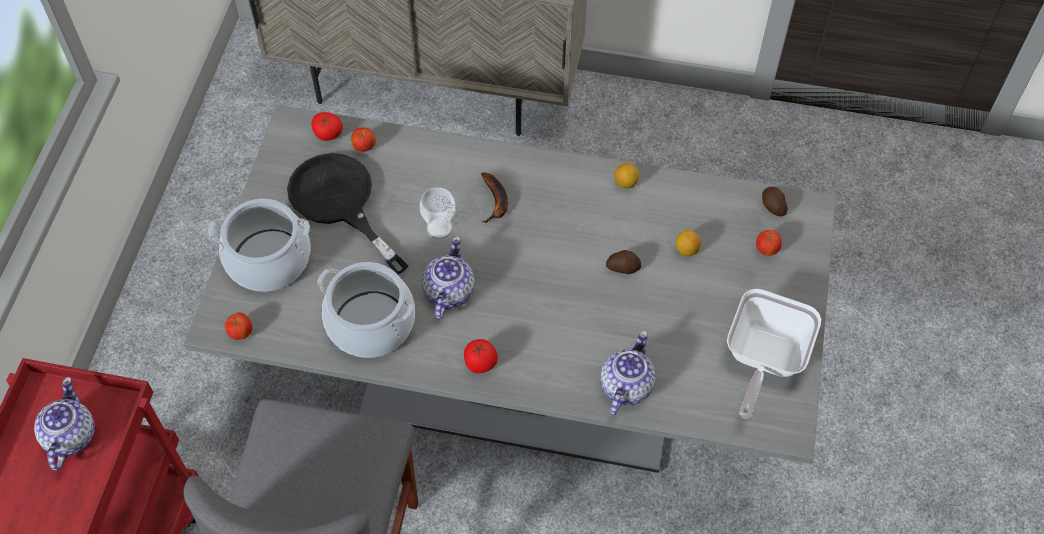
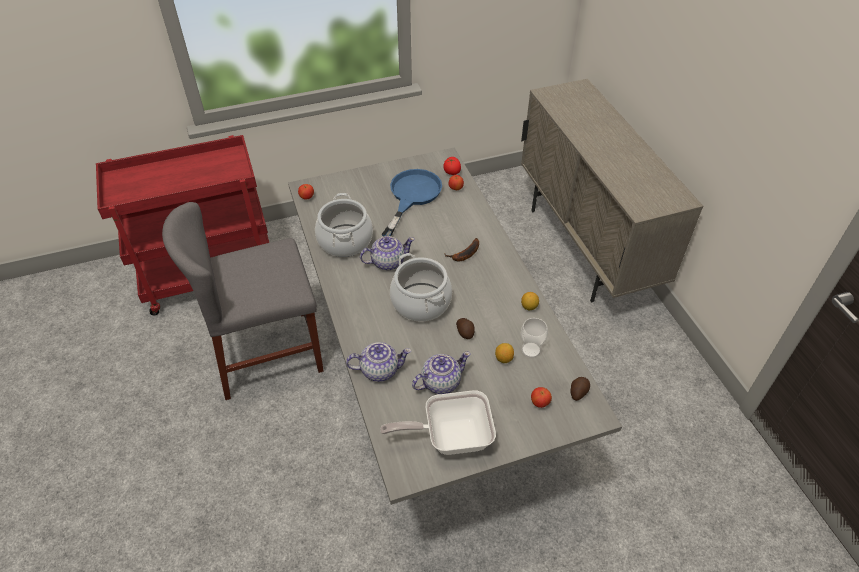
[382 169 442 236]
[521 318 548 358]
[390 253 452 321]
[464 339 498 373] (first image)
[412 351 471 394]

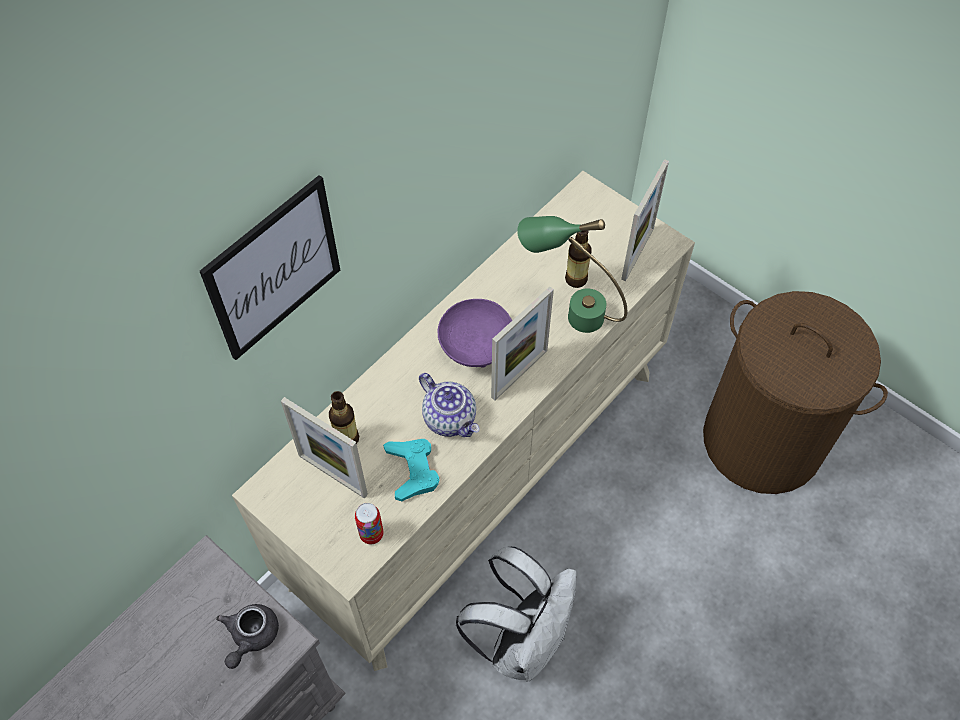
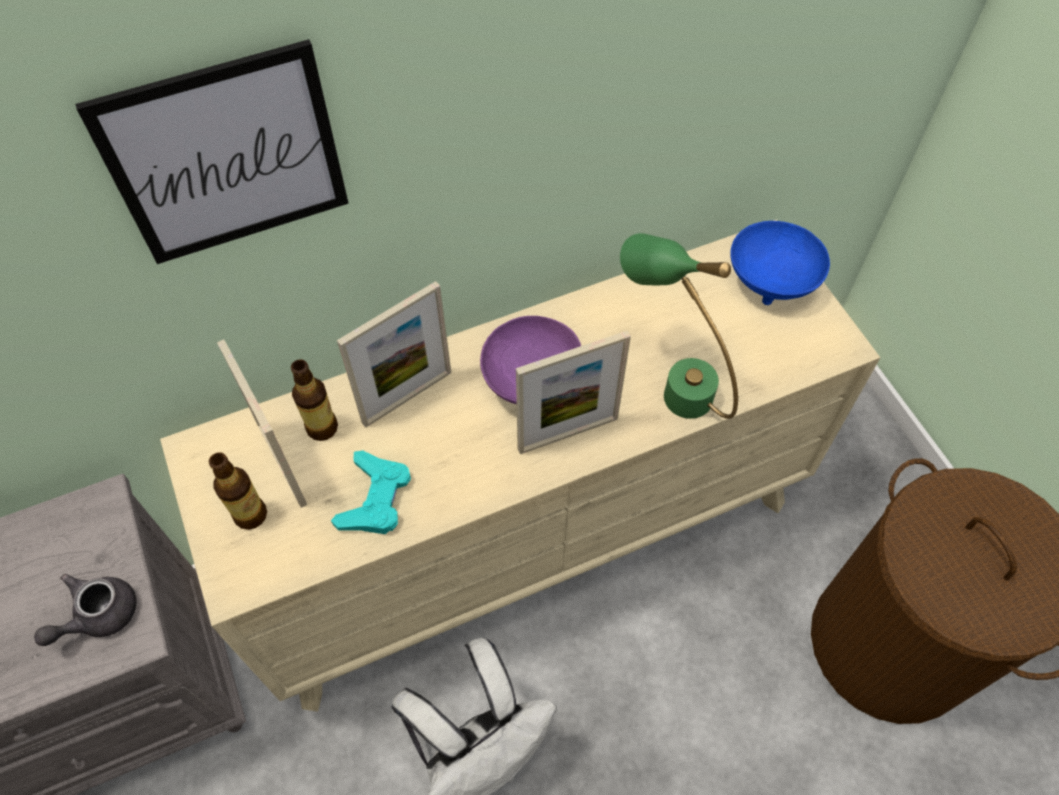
[337 281 451 428]
[209 452 267 530]
[419 373 479 437] (first image)
[355 503 384 545] (first image)
[731 221 830 305]

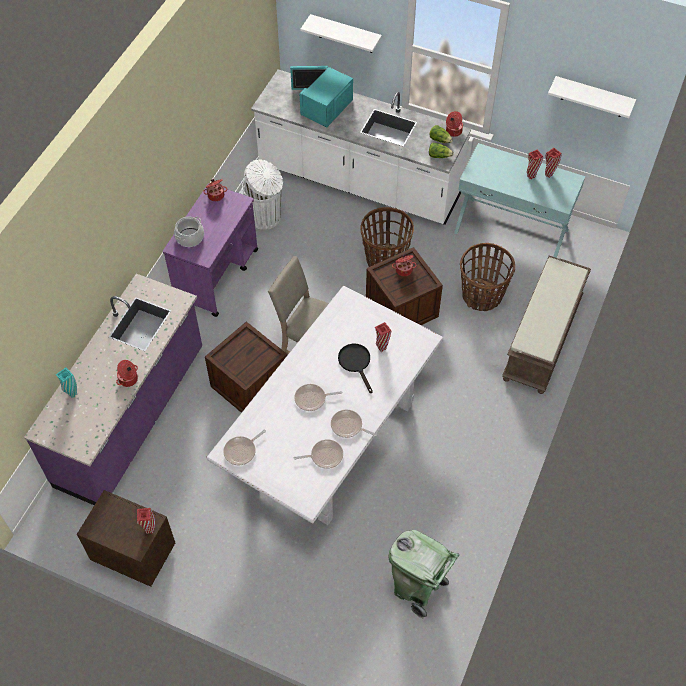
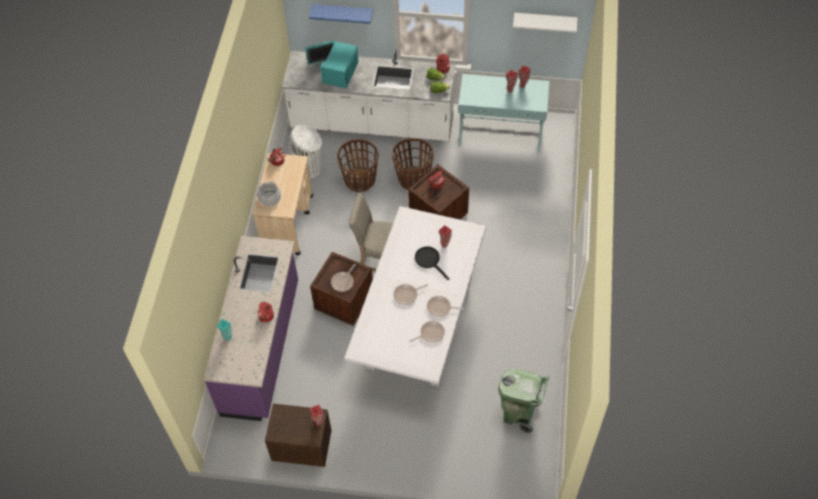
[309 4 373 24]
[252 153 313 255]
[337 139 379 192]
[502 256 591 394] (first image)
[331 264 356 292]

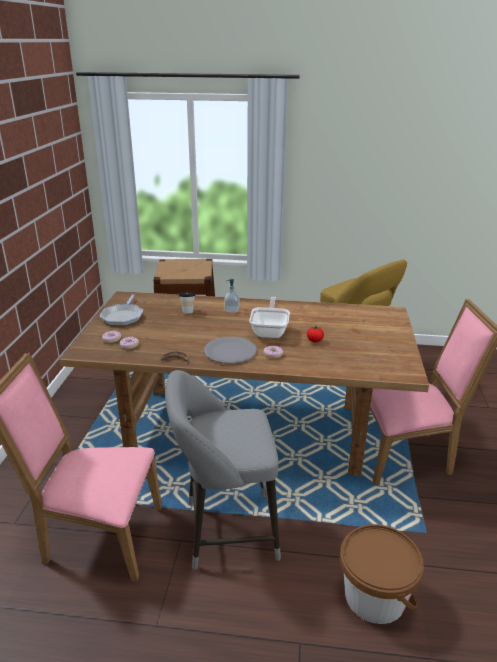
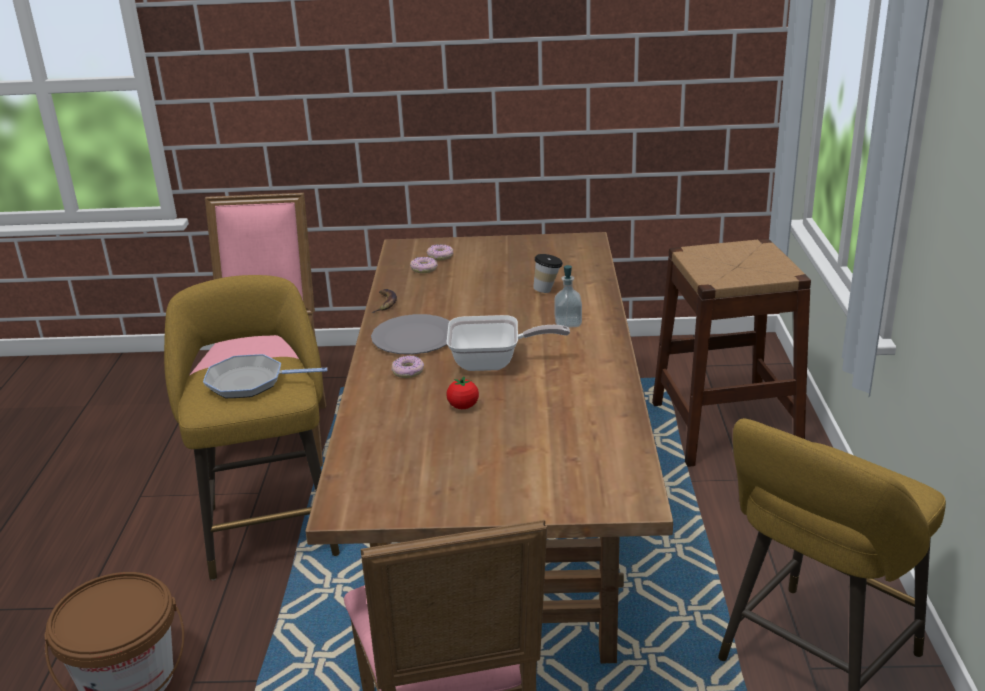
[203 354 328 398]
[164 275 340 580]

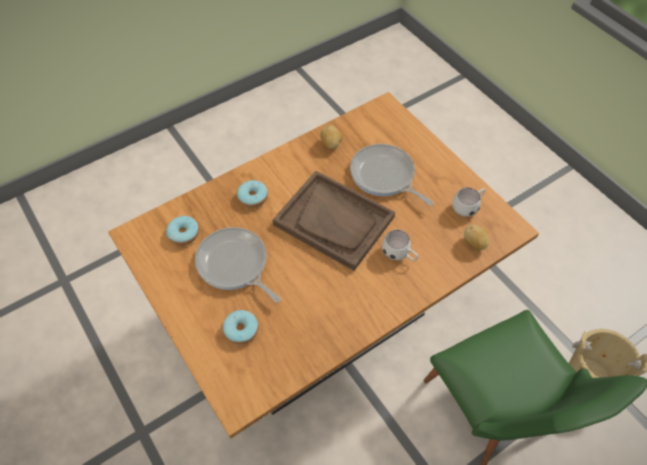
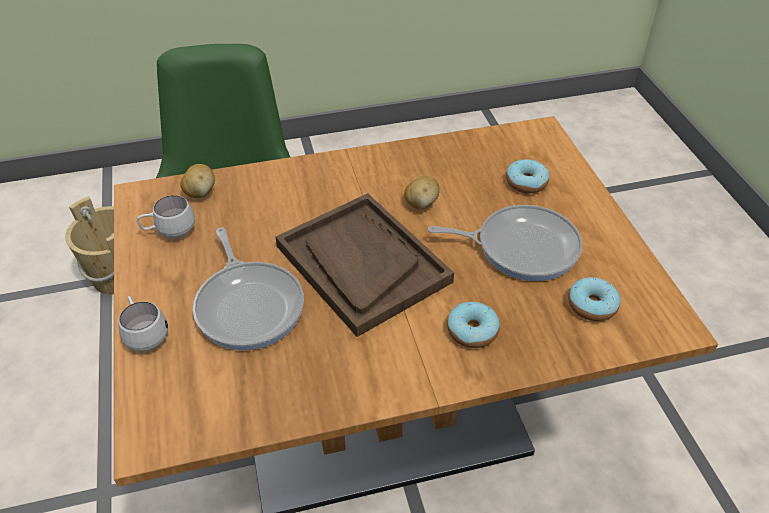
[404 175 440 209]
[428 205 582 281]
[118 296 168 351]

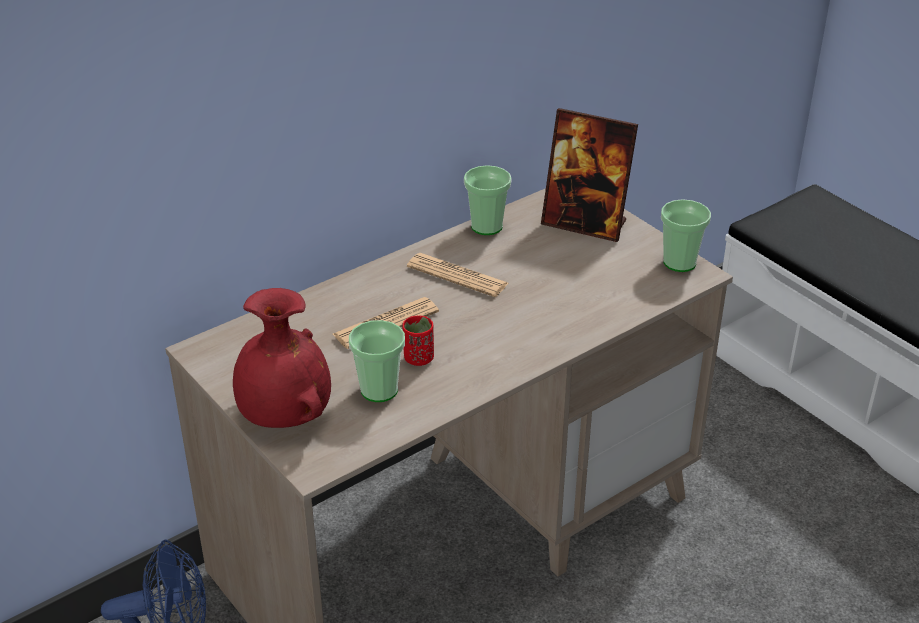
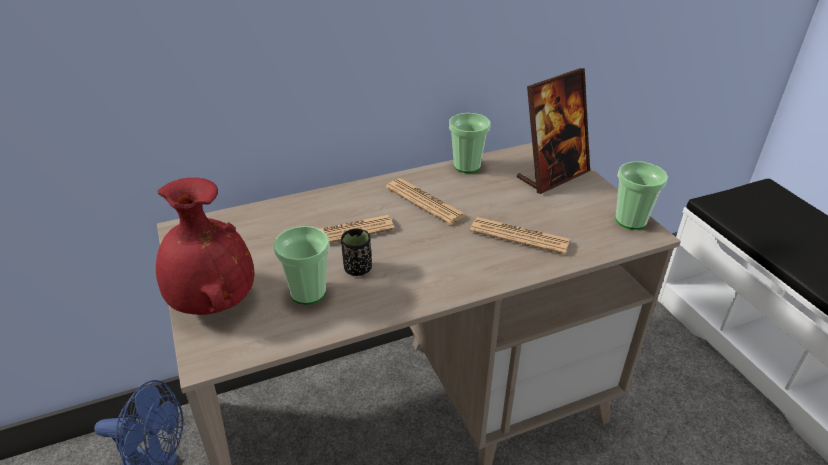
[517 68 590 194]
[341 229 372 276]
[470 217 570 255]

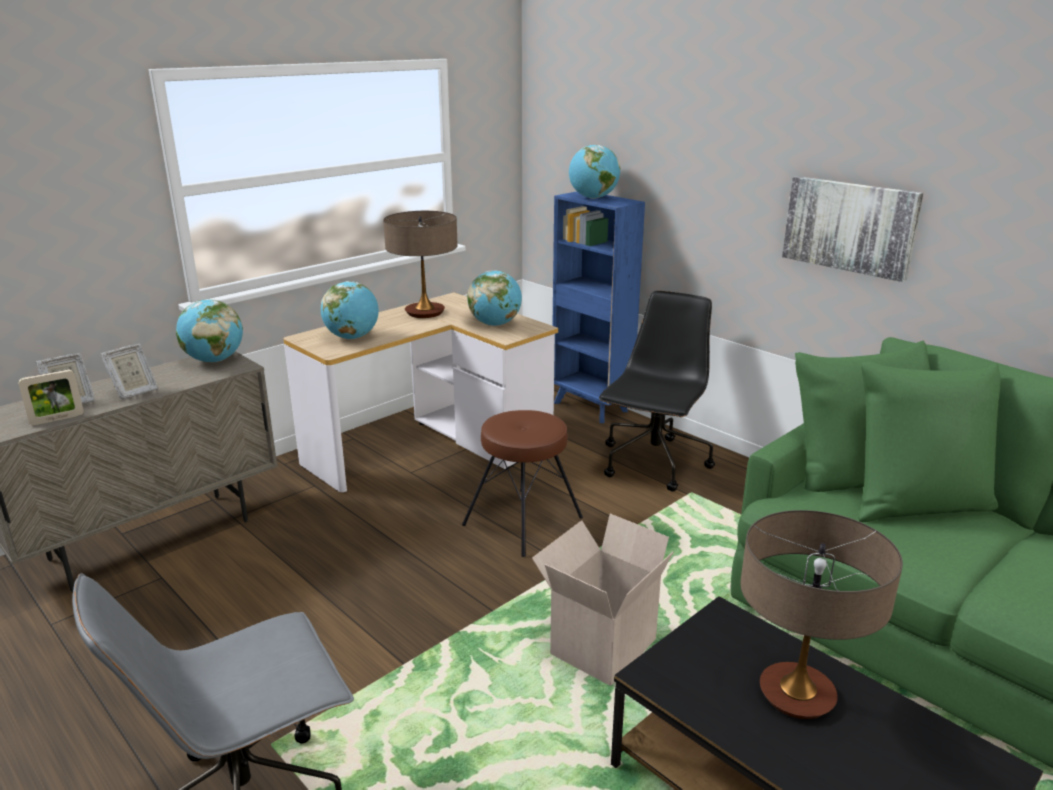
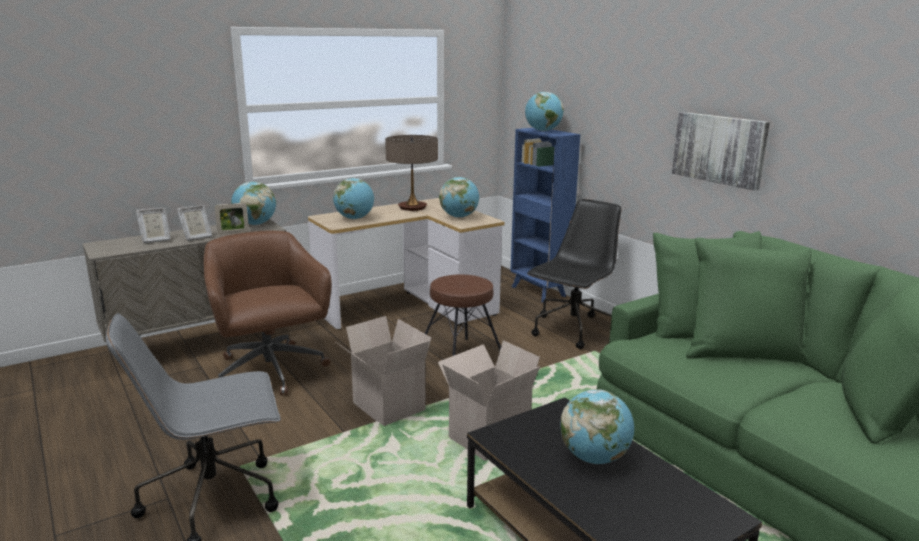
[215 203 249 235]
[561 389 634 464]
[204 230 332 396]
[336 316 431 426]

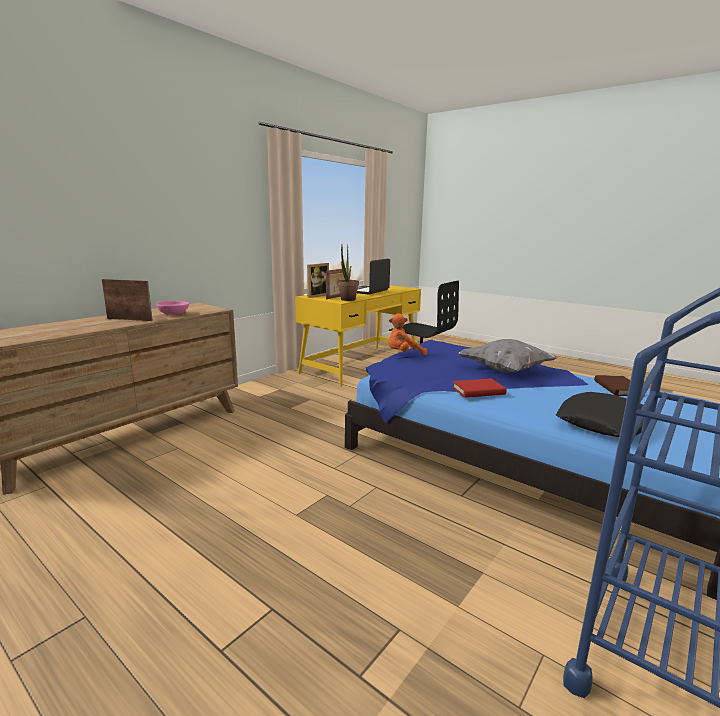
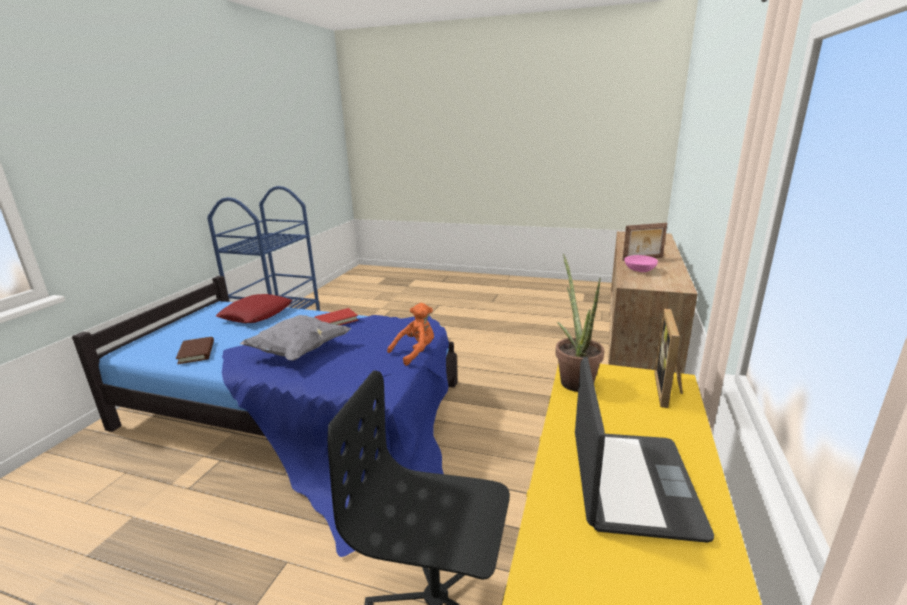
[326 268 346 299] (first image)
[216 294 292 323]

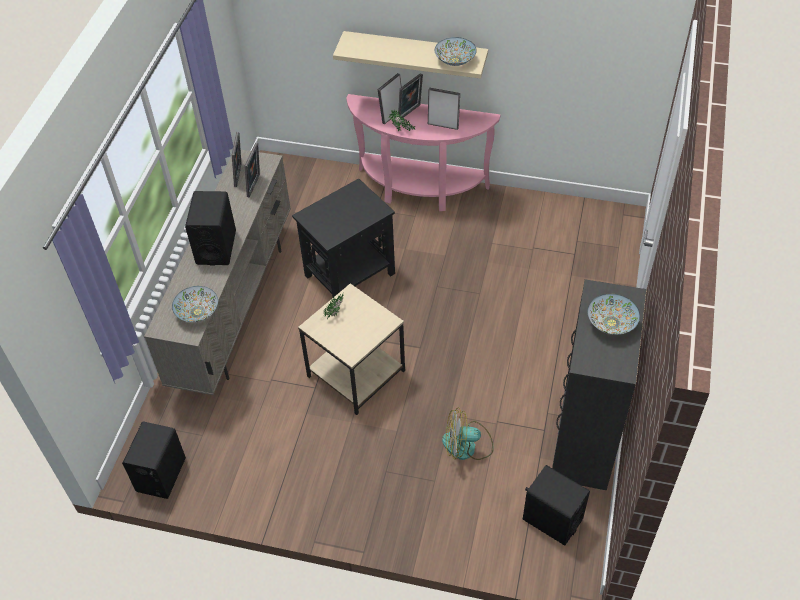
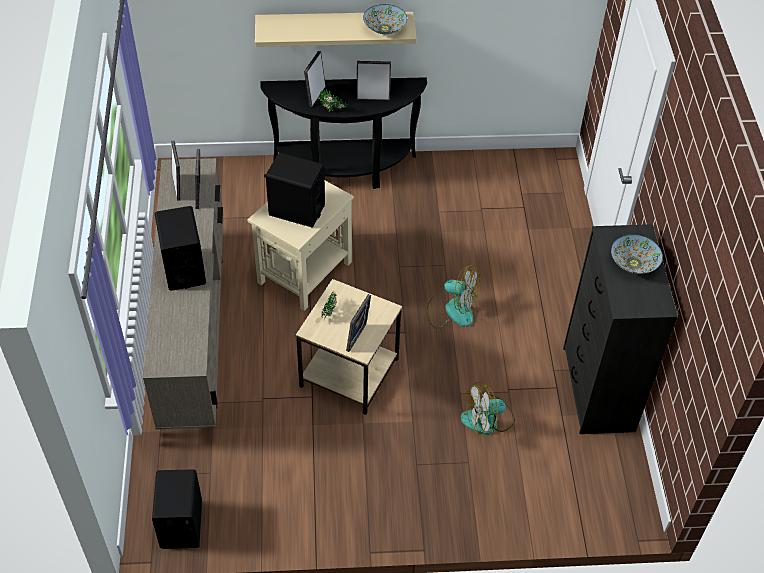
[346 294 371 352]
[260 77 427 189]
[248 181 354 311]
[172 286 218 322] (first image)
[264 152 325 228]
[426 265 480 329]

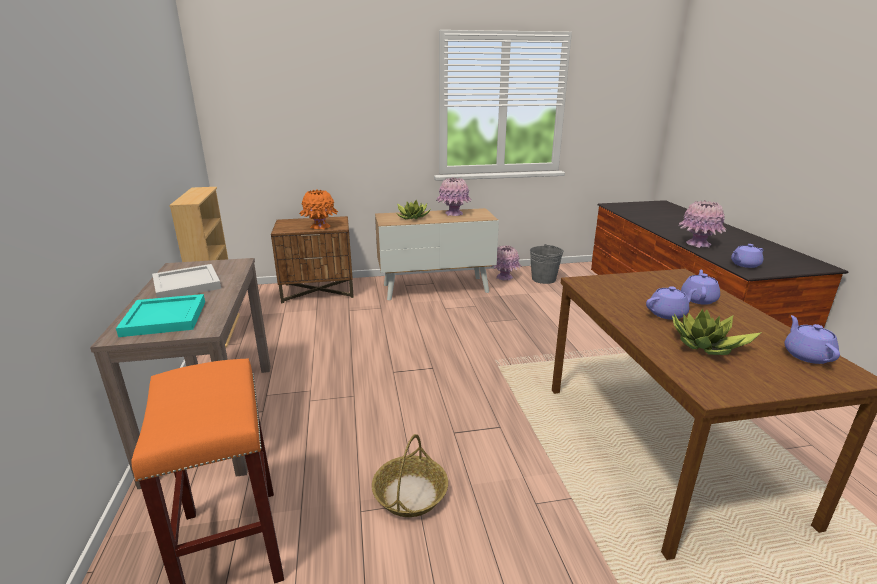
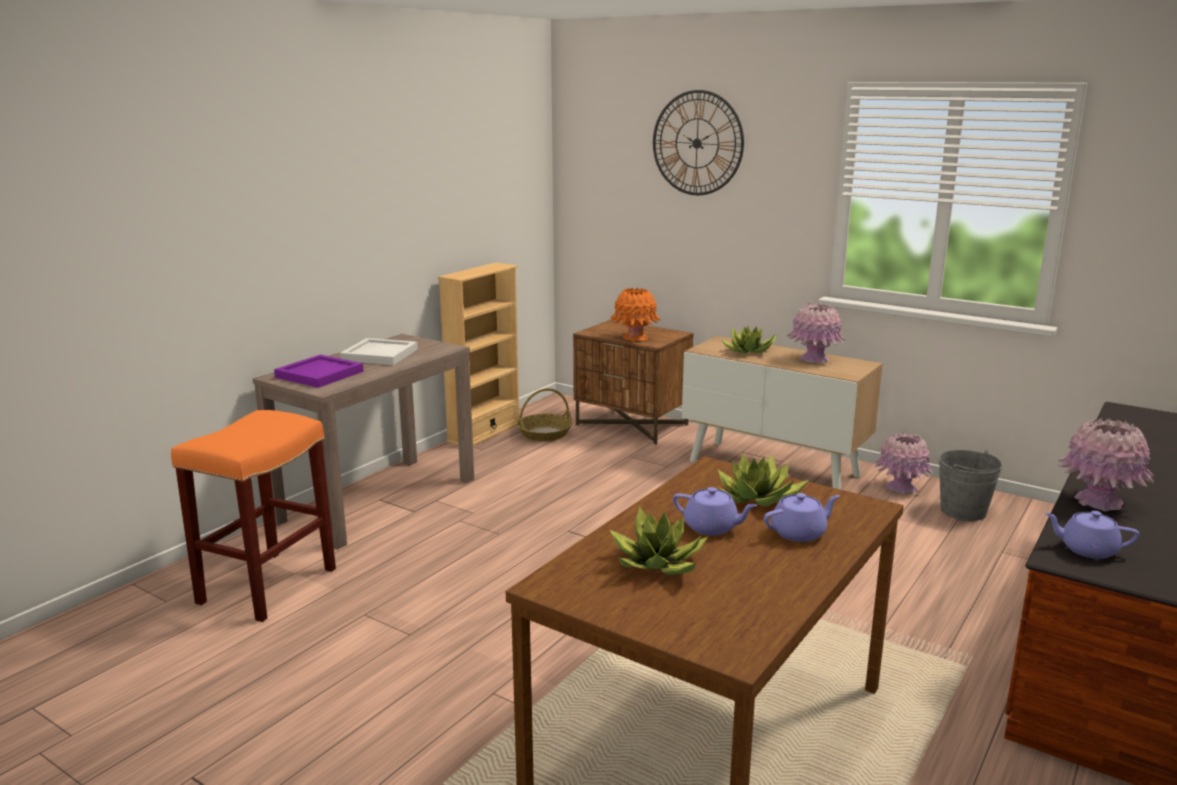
[274 355 364 388]
[785 315 840 364] (first image)
[517 388 572 441]
[653 90 744 195]
[718 454 809 506]

